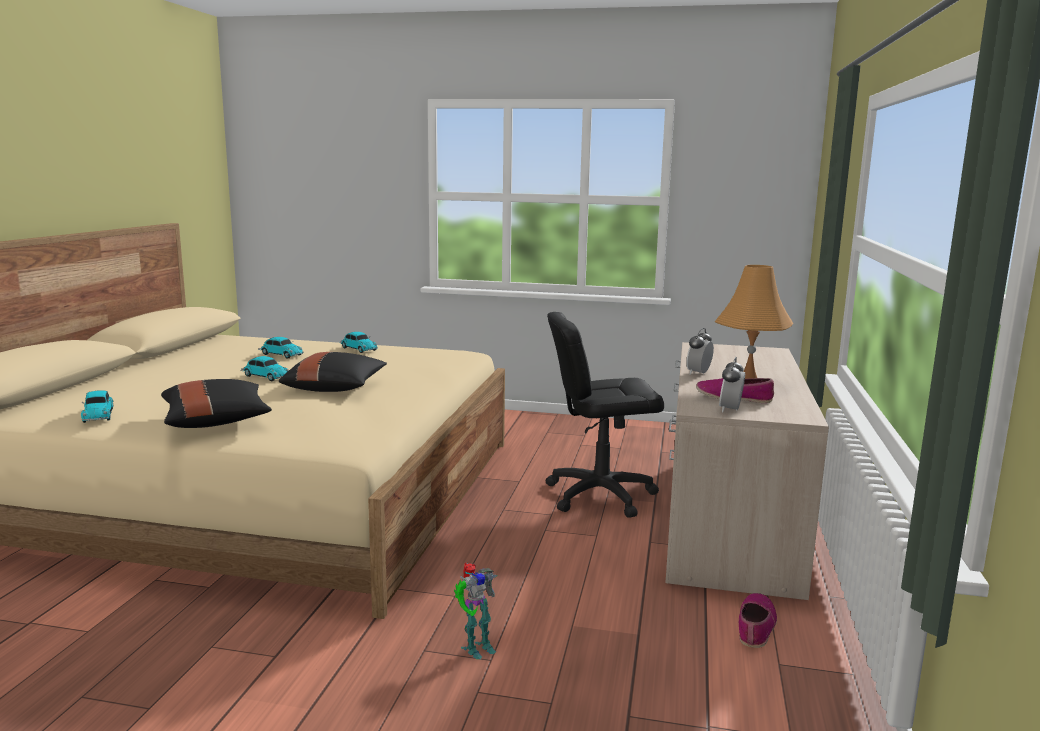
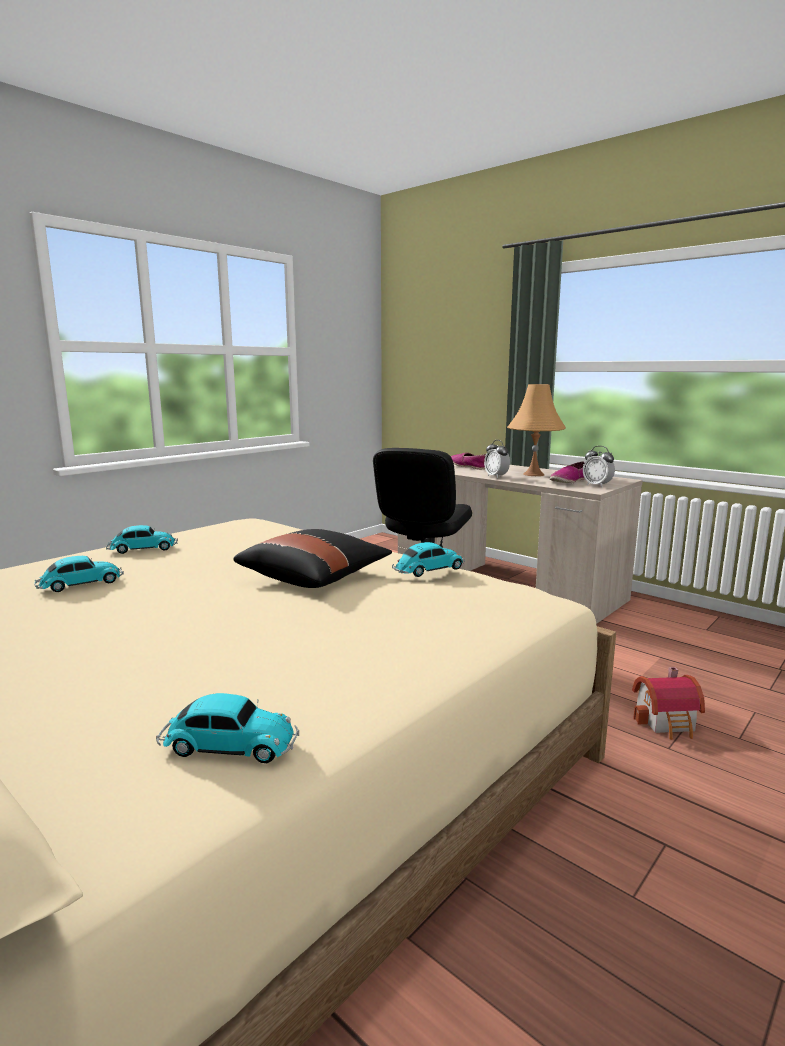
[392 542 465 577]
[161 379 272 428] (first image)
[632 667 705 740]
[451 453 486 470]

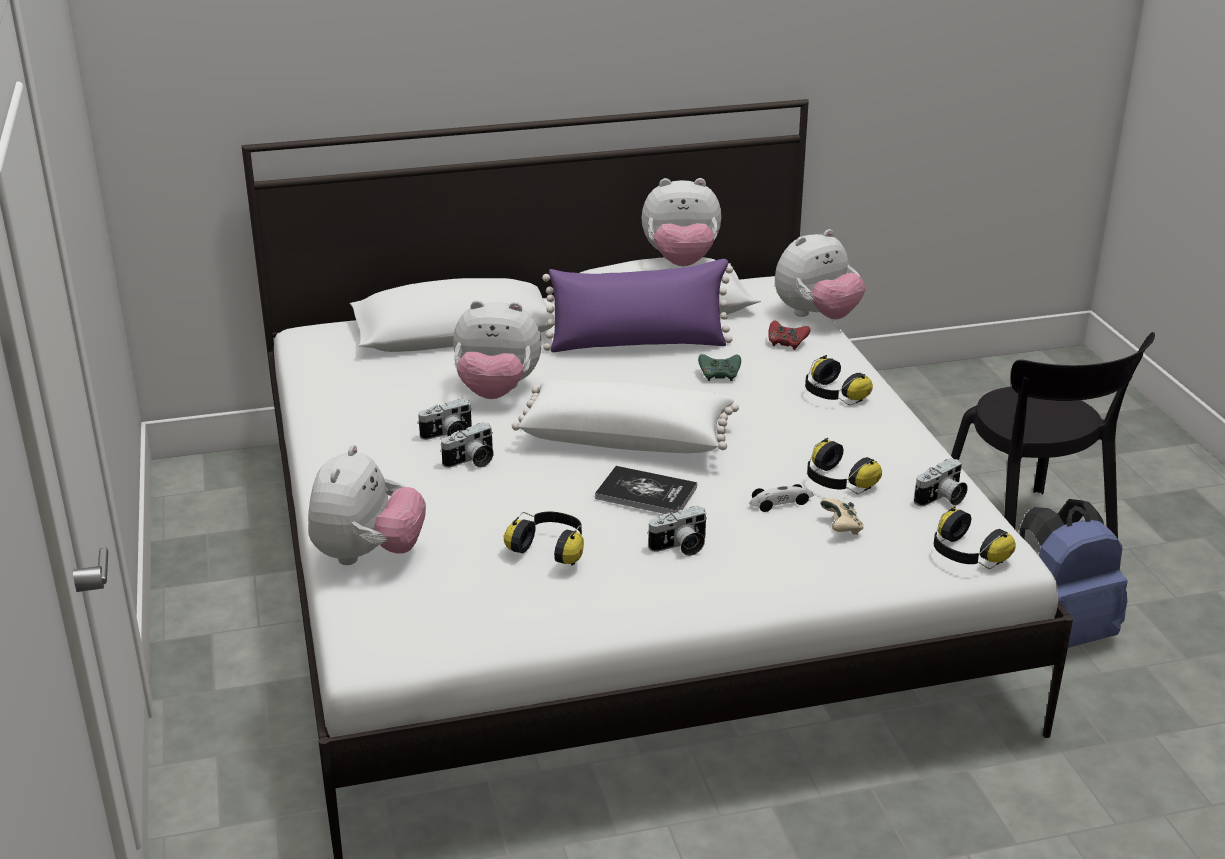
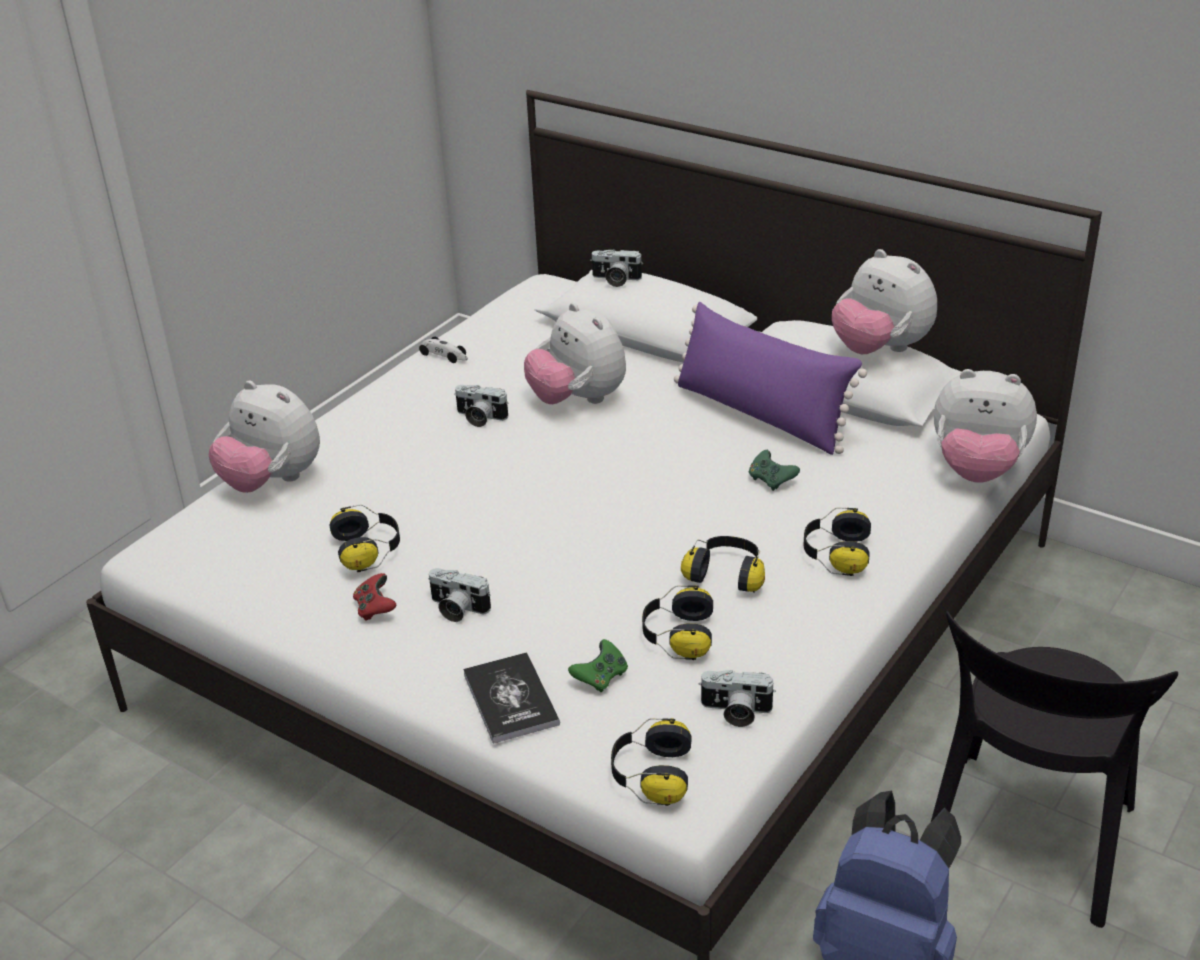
[353 573 396 621]
[512 380 739 453] (first image)
[590 249 643 287]
[209 381 320 493]
[463 652 560 744]
[419 336 468 363]
[568 639 628 692]
[681 536 765 593]

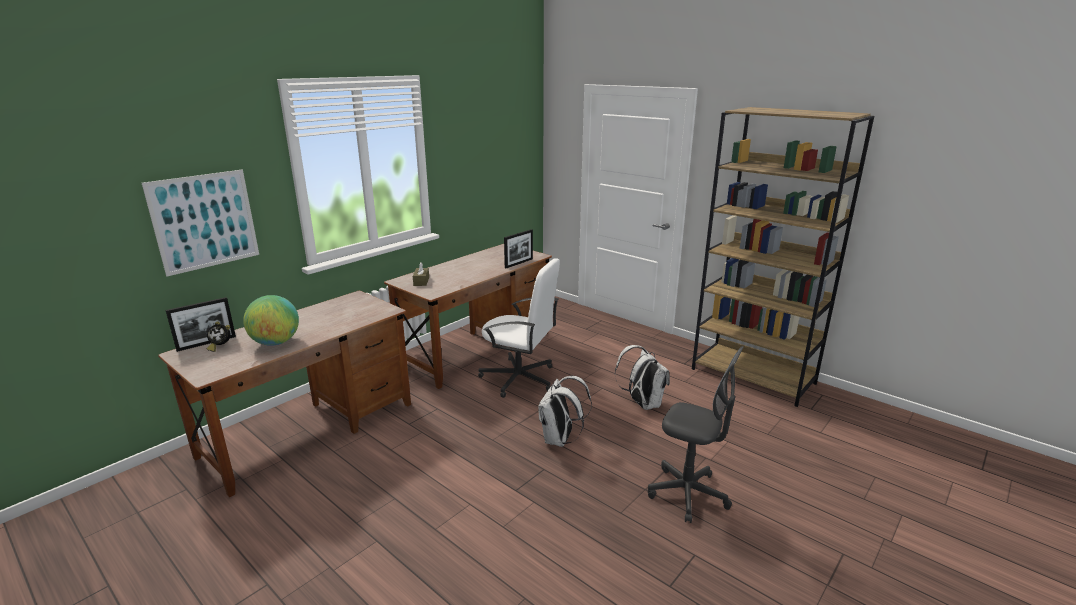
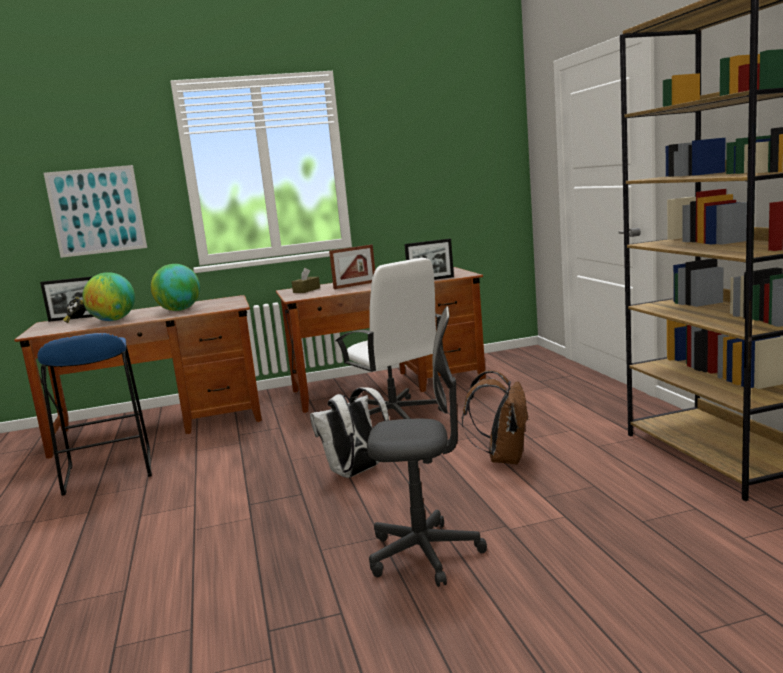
[462 370 529 465]
[367 306 487 587]
[329 244 375 289]
[151 264 200 311]
[38 333 152 496]

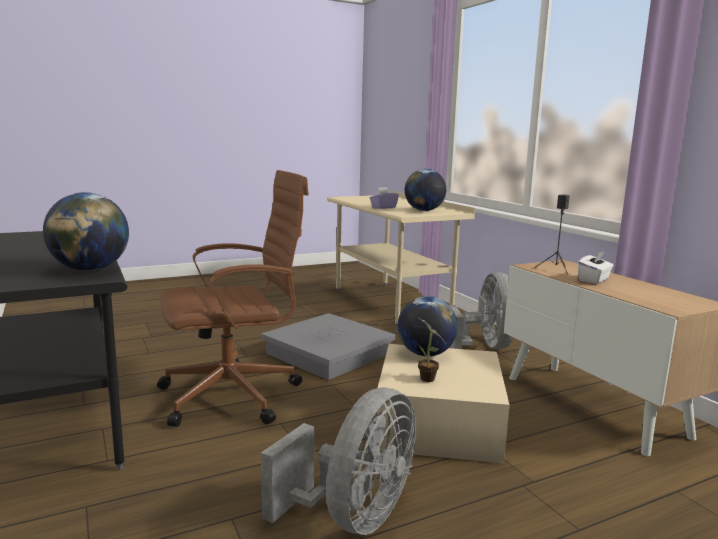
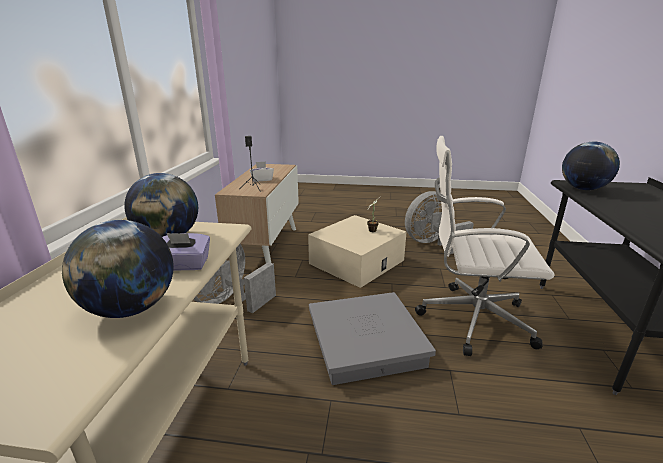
[415 136 555 356]
[62 220 174 318]

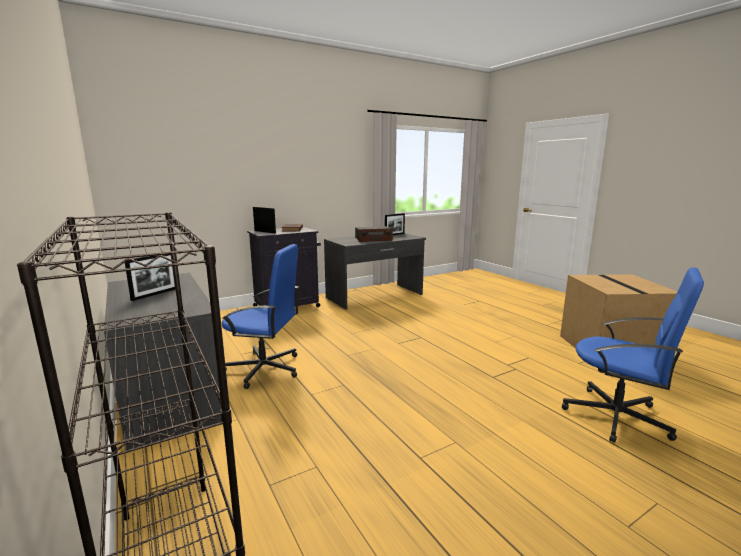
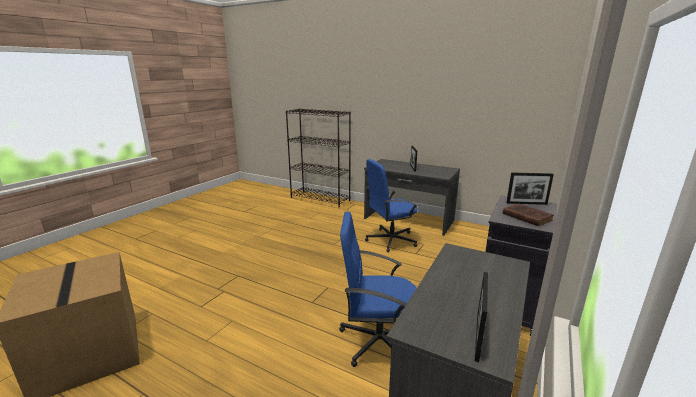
[355 226 393 242] (first image)
[339 212 417 367]

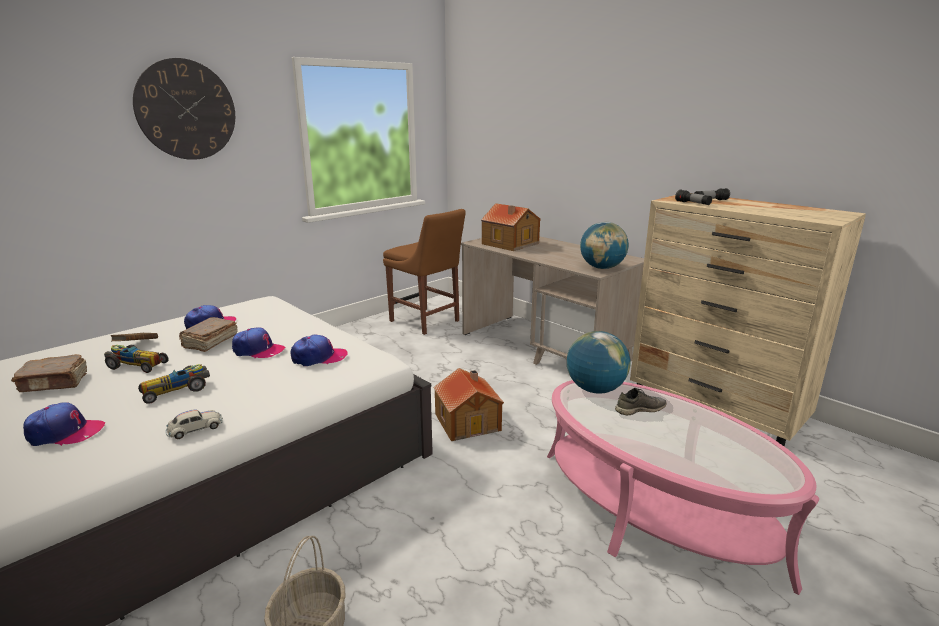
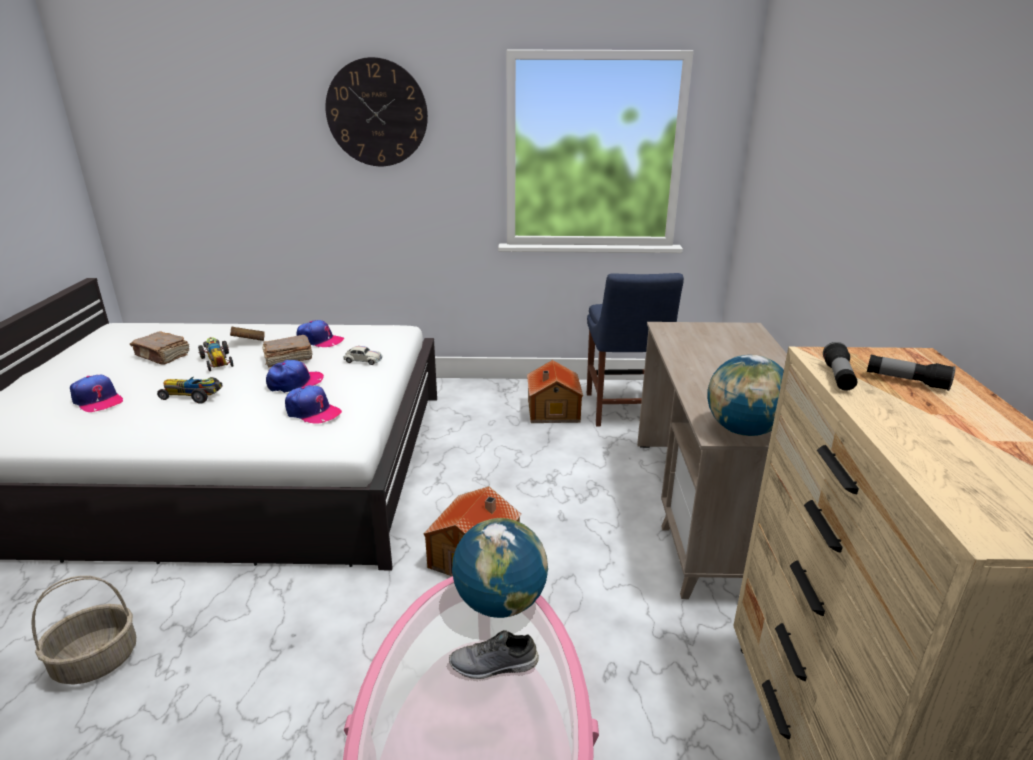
[527 360 583 423]
[587 273 684 426]
[266 360 324 393]
[449 630 539 679]
[343 346 382 365]

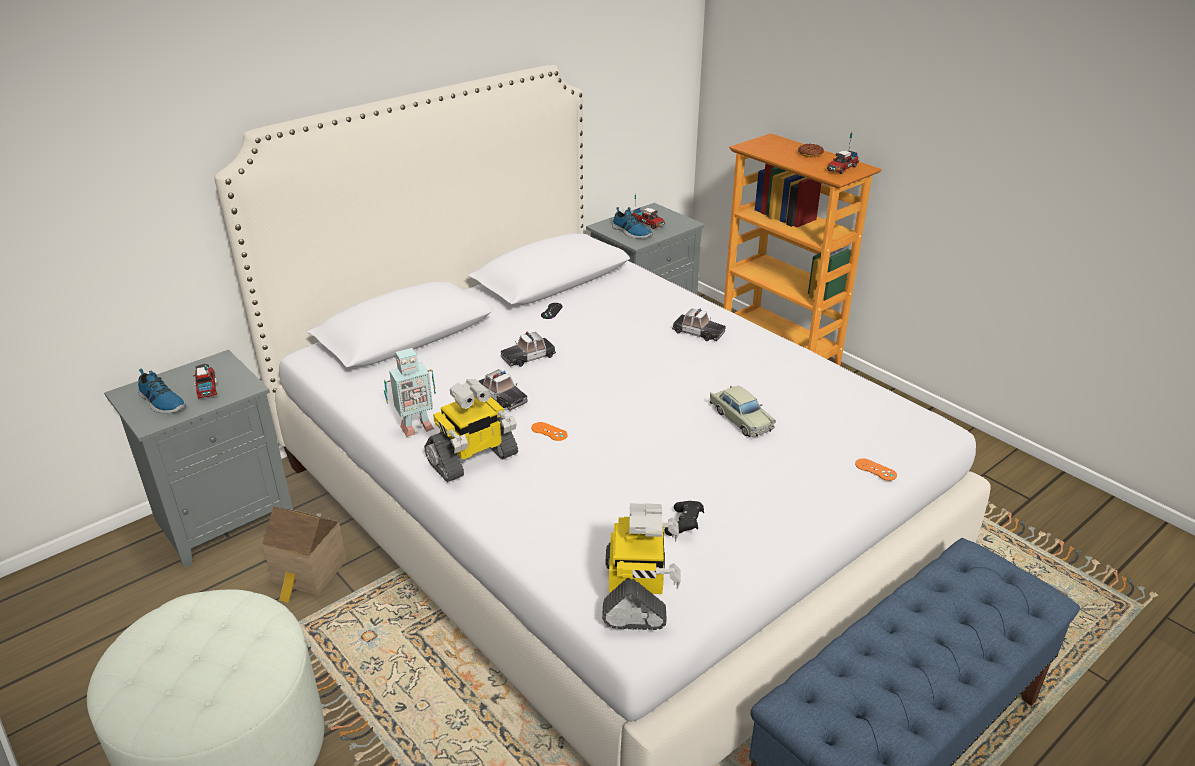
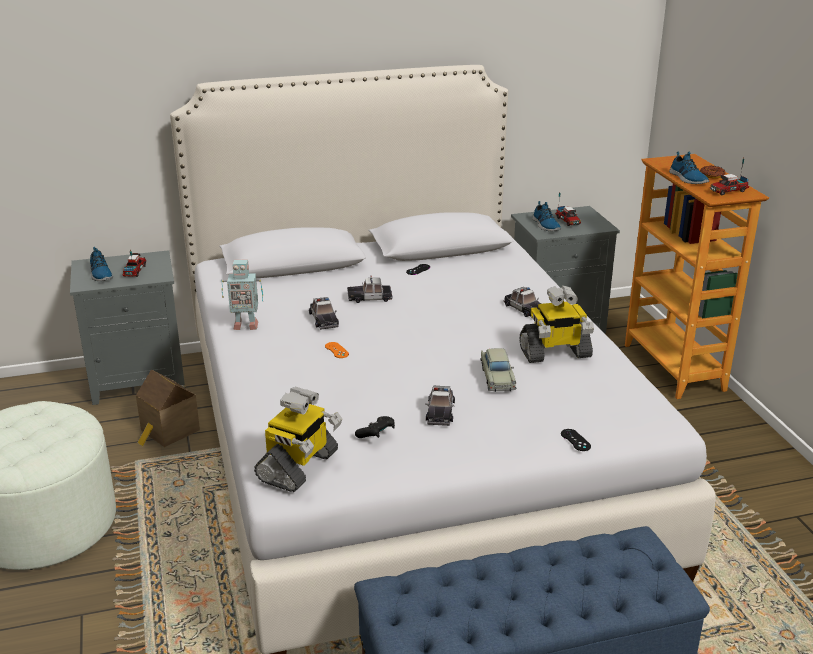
[520 285 594 363]
[561 429 591 451]
[669 151 709 184]
[425 386 455 426]

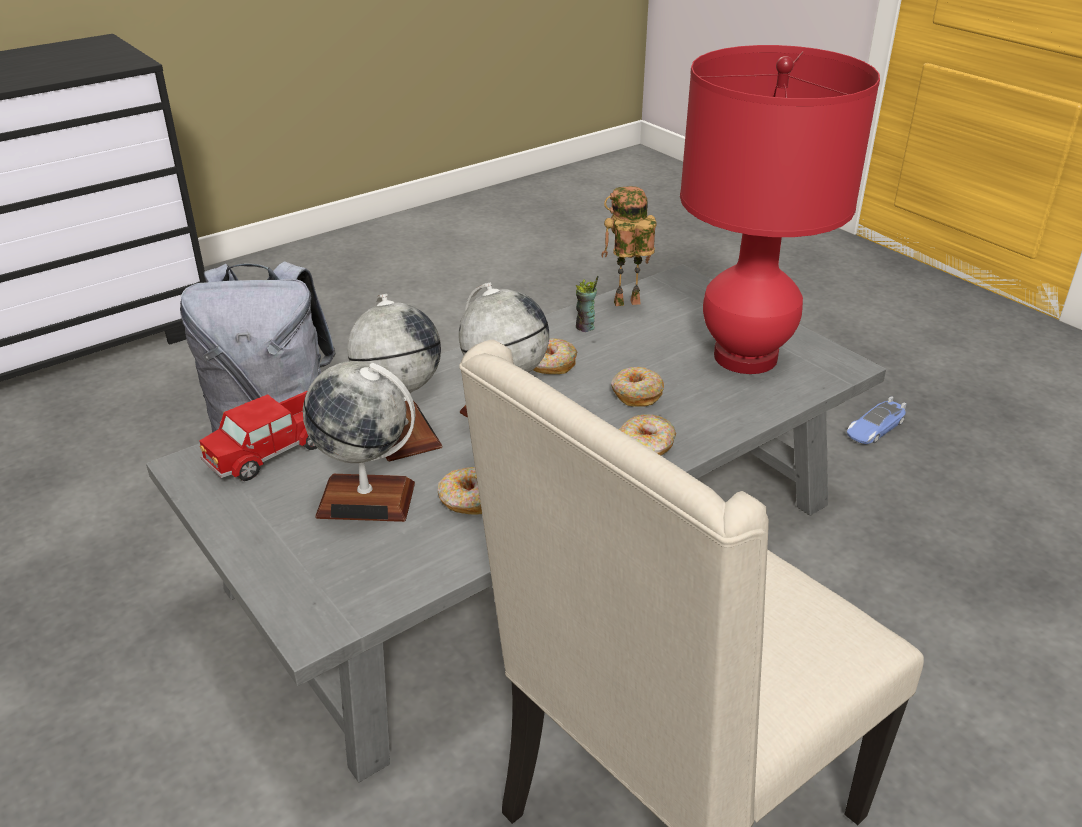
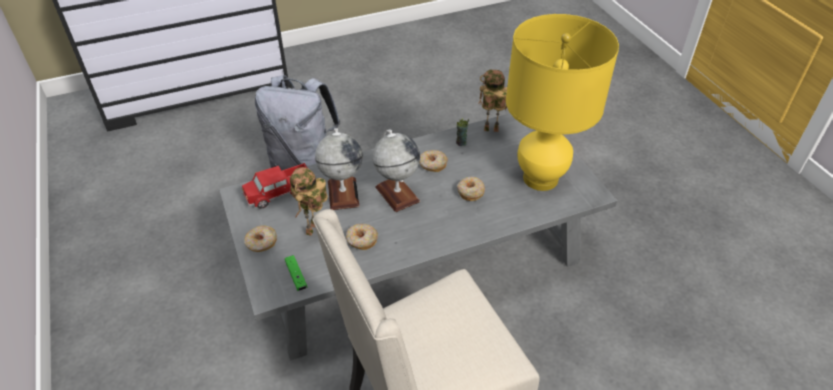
[506 14 619 191]
[290 167 328 236]
[847 396 907 444] (first image)
[244 225 277 252]
[285 255 308 291]

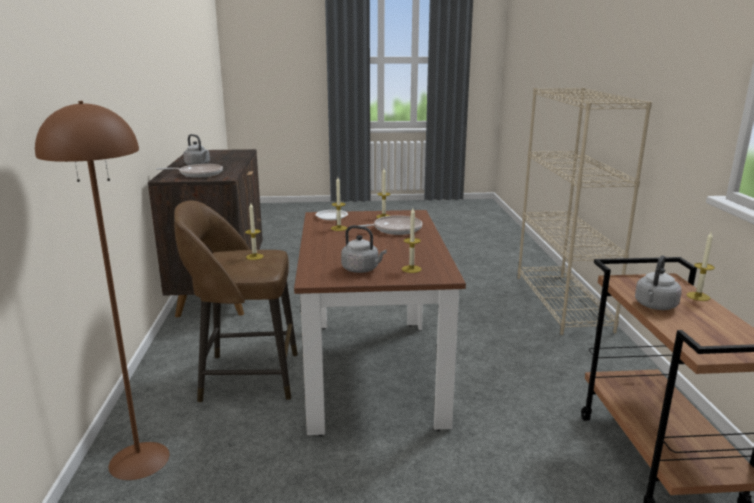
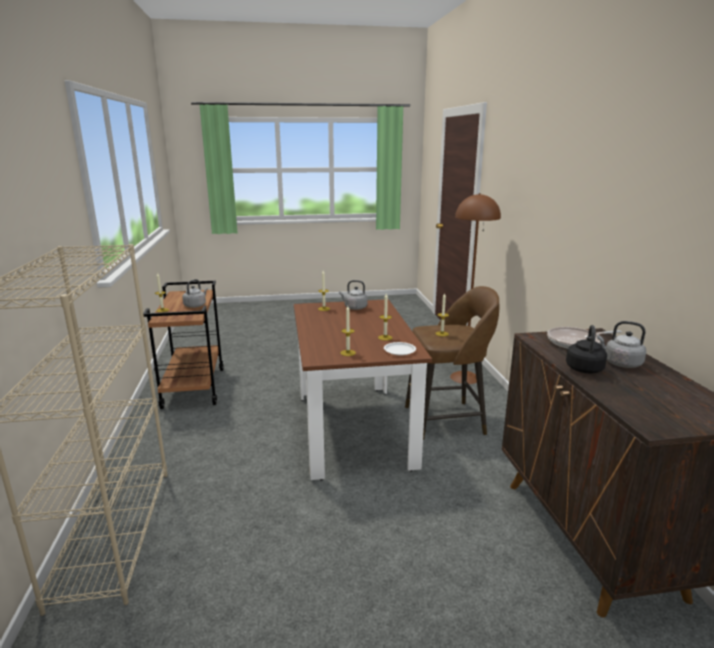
[357 215 422 235] (first image)
[566 325 607 374]

